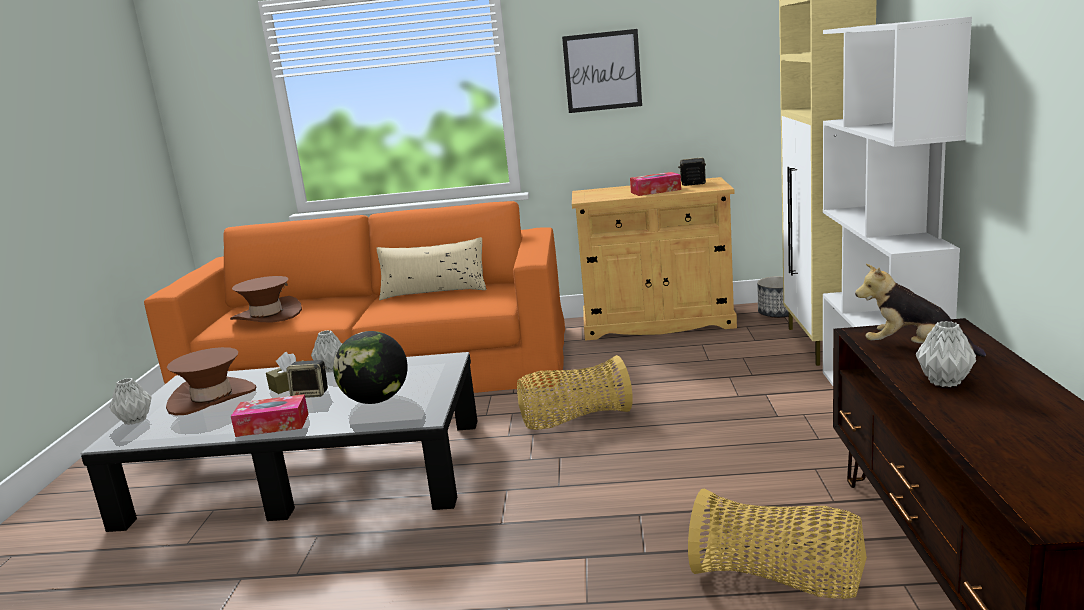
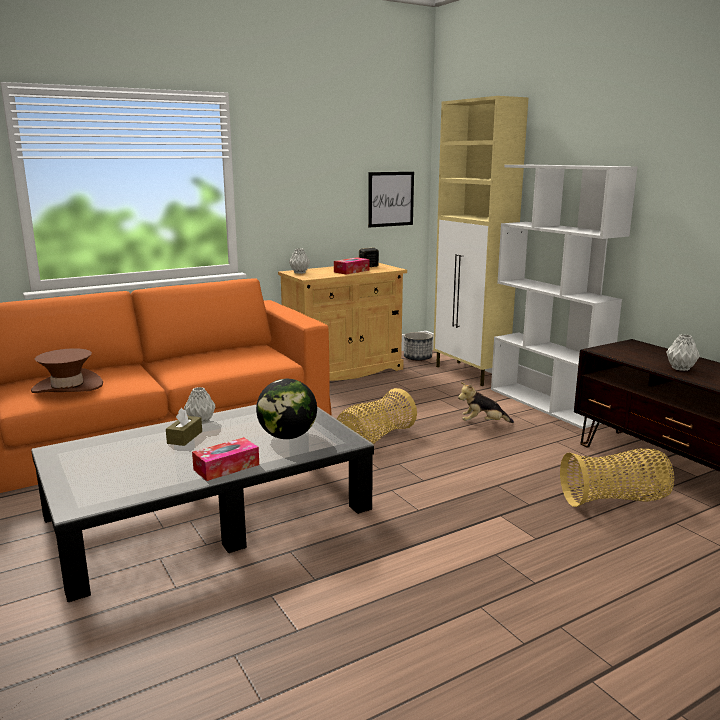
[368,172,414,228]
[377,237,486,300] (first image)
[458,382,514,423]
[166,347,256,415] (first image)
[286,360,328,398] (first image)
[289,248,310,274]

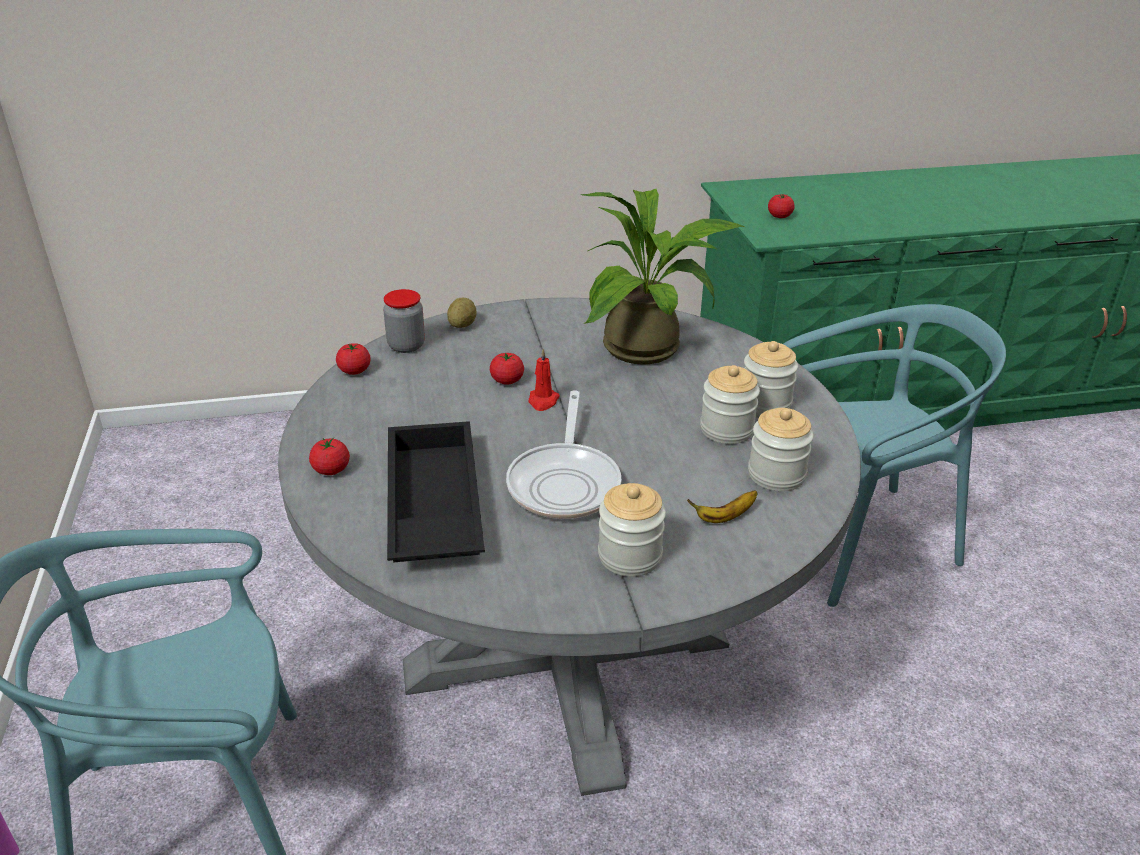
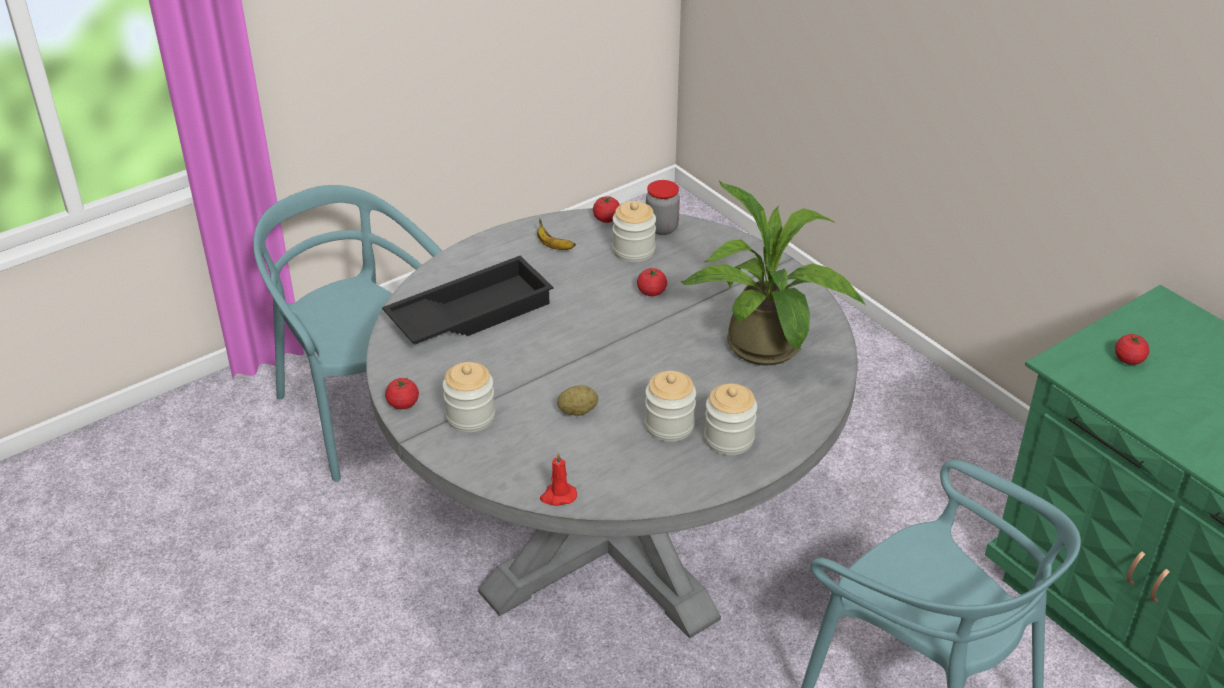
[557,385,598,416]
[540,452,577,506]
[506,390,622,519] (first image)
[613,201,656,262]
[385,378,419,409]
[537,218,576,250]

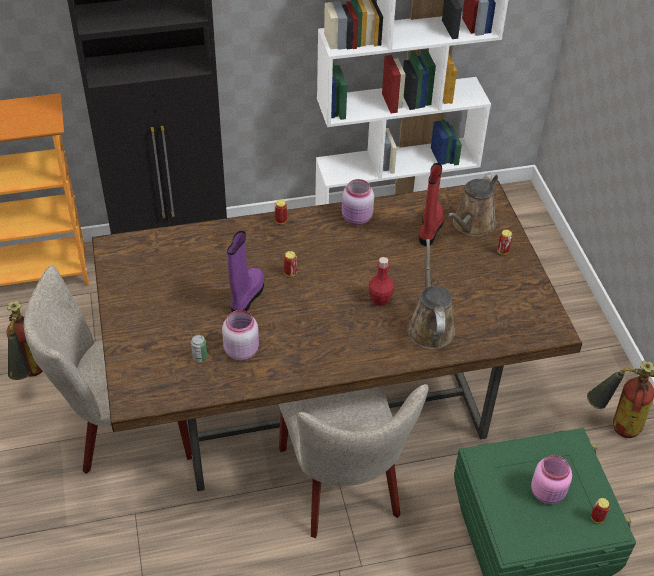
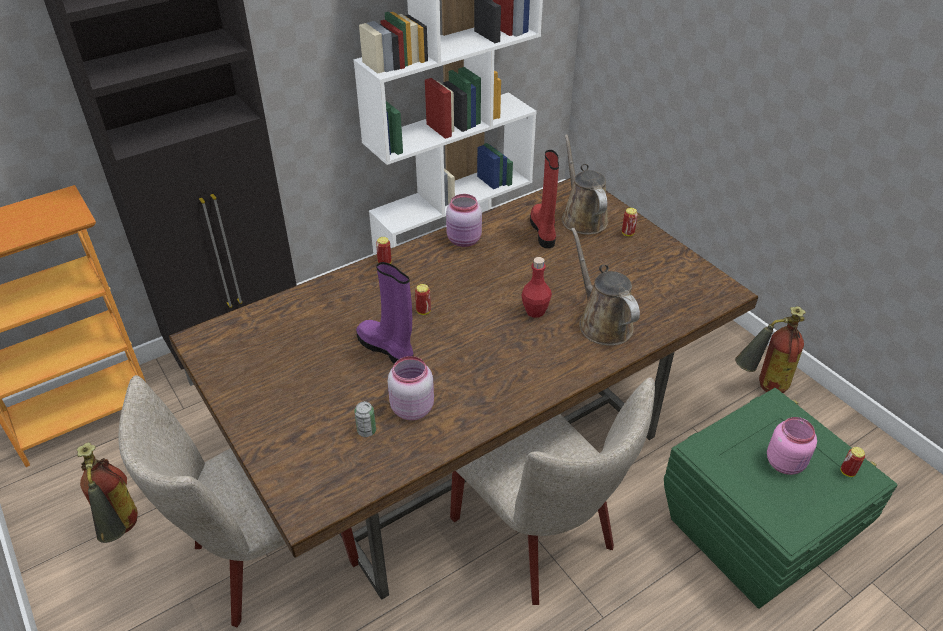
[562,134,609,235]
[356,262,414,364]

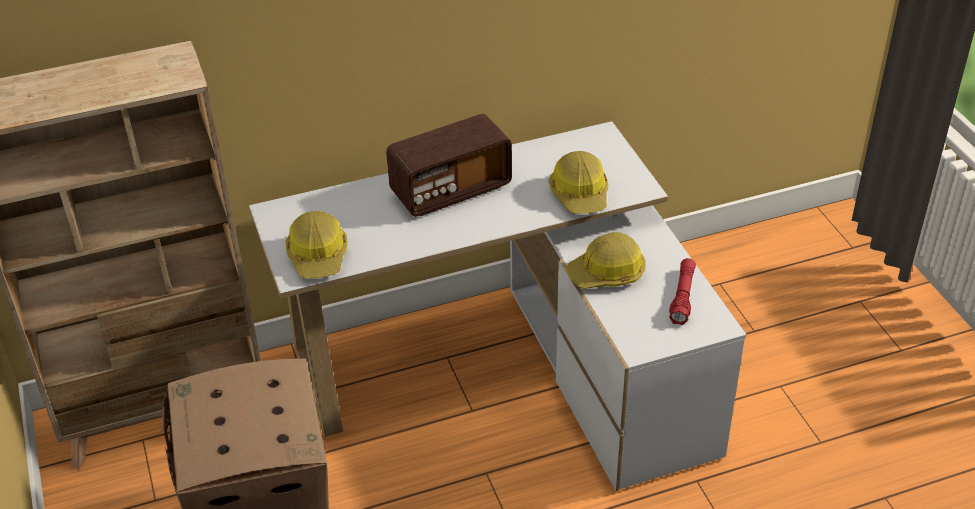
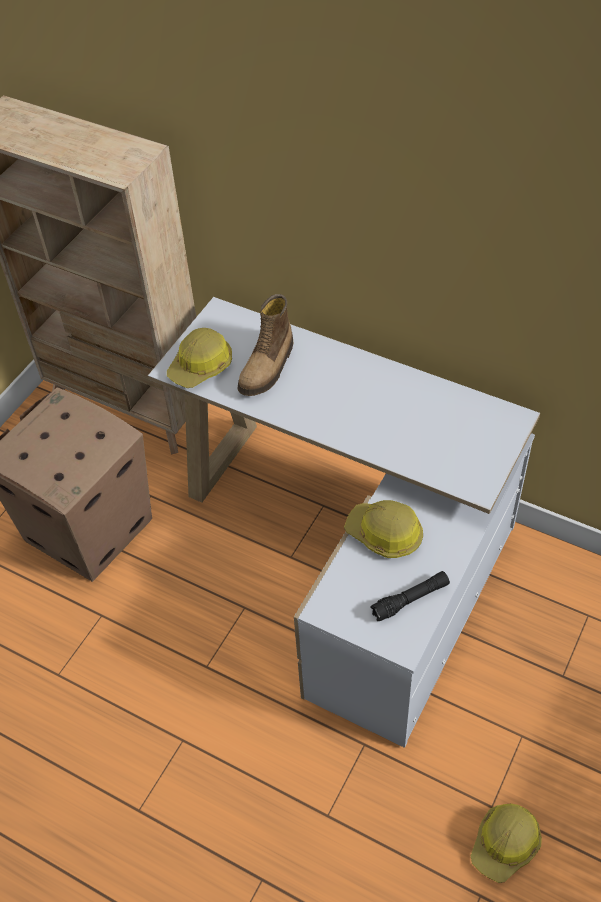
[386,114,512,217] (first image)
[471,804,542,883]
[370,571,450,621]
[238,294,294,396]

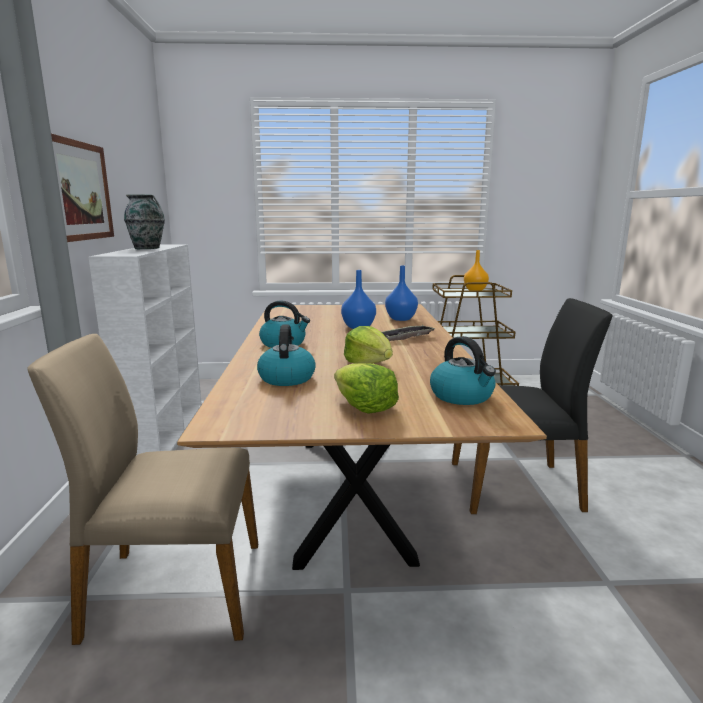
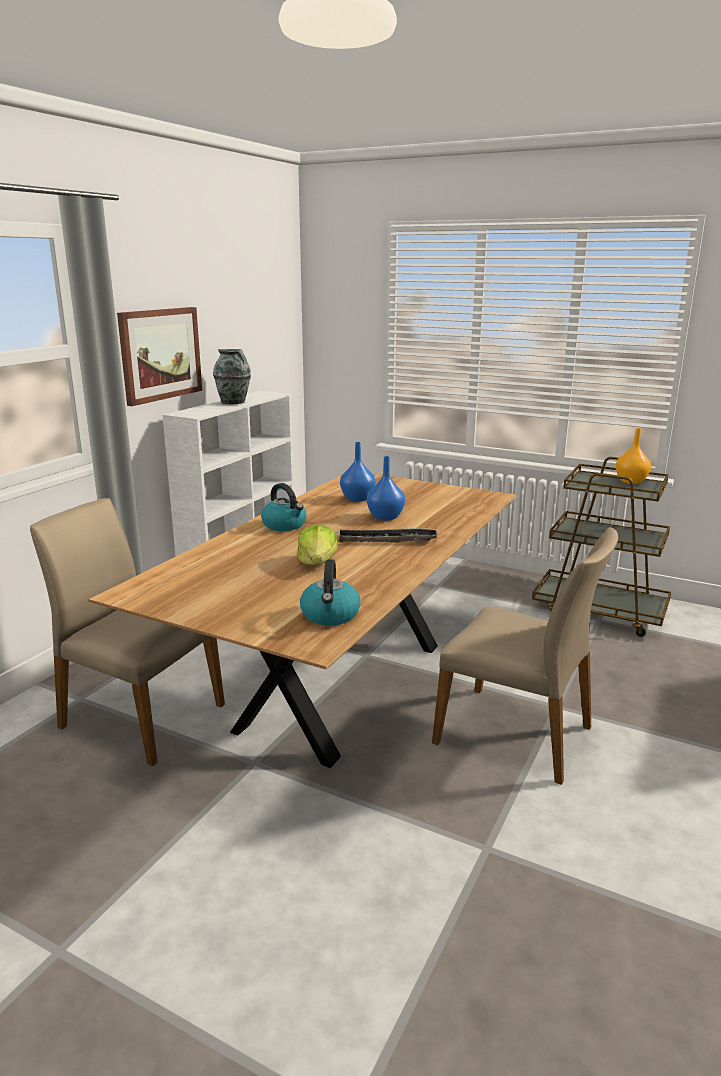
[340,442,376,502]
[432,527,618,785]
[257,324,316,386] (first image)
[334,363,399,414] (first image)

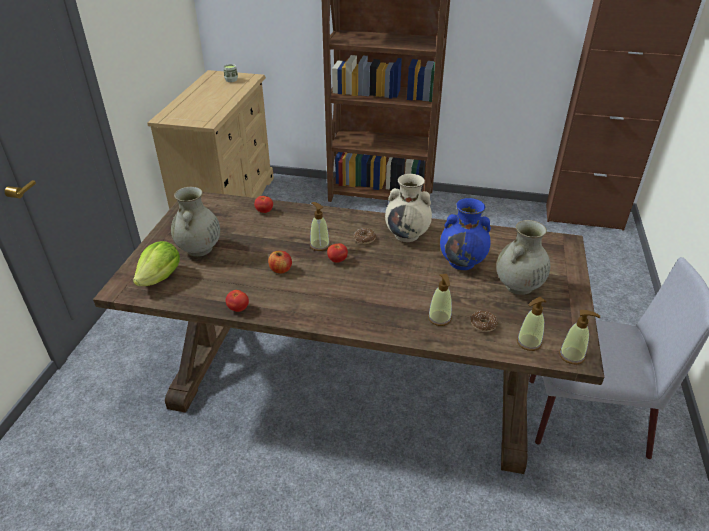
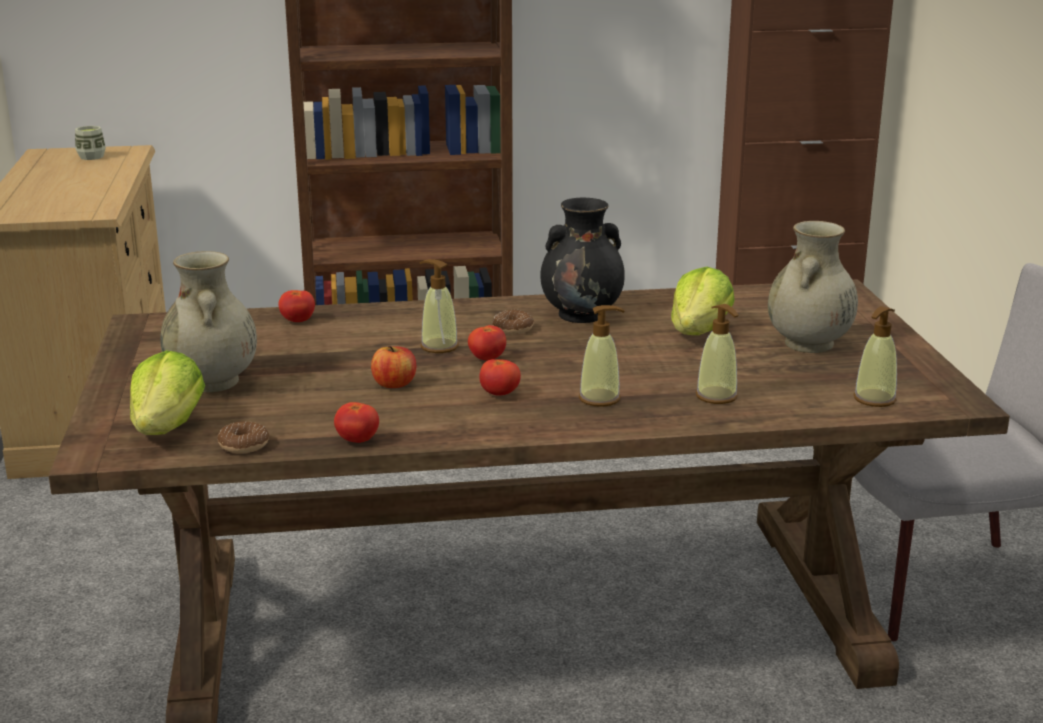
[540,198,625,323]
[671,267,735,335]
[579,305,625,407]
[217,421,269,453]
[479,359,521,396]

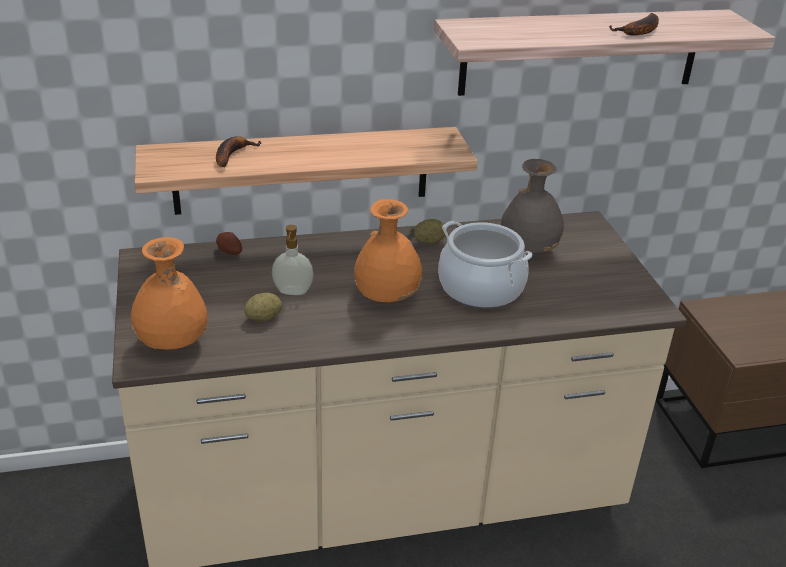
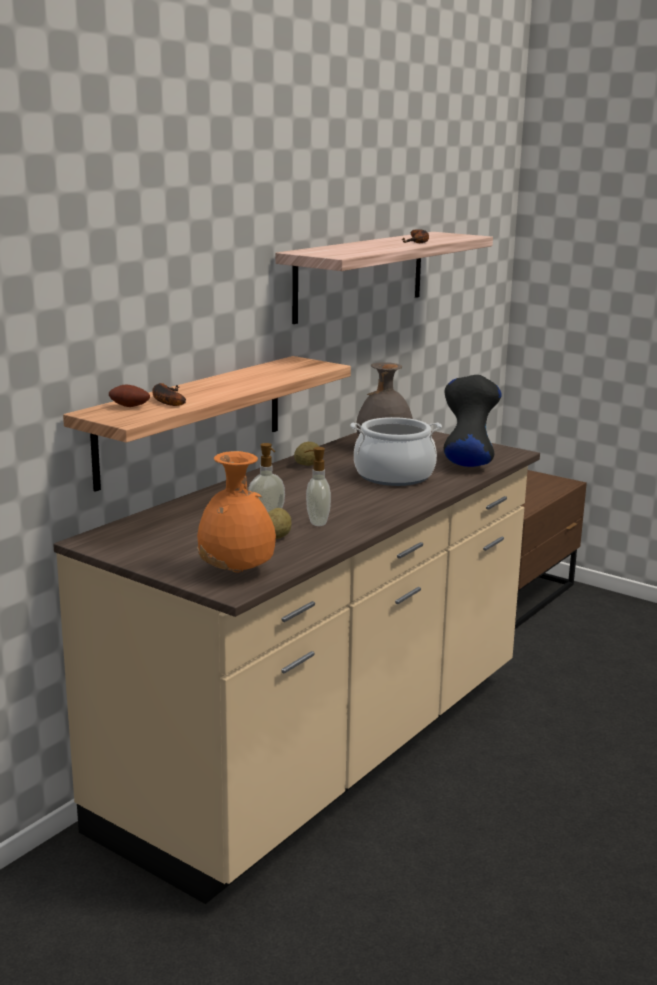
[354,199,422,303] (first image)
[109,385,150,407]
[444,375,502,467]
[304,447,331,526]

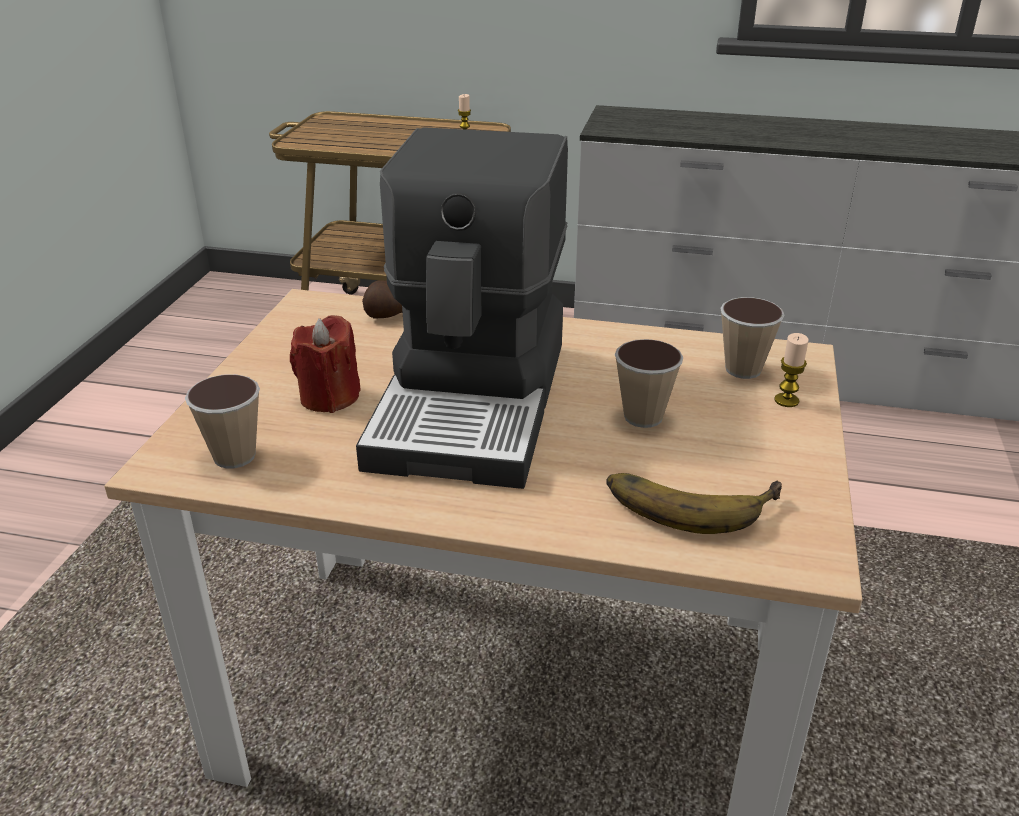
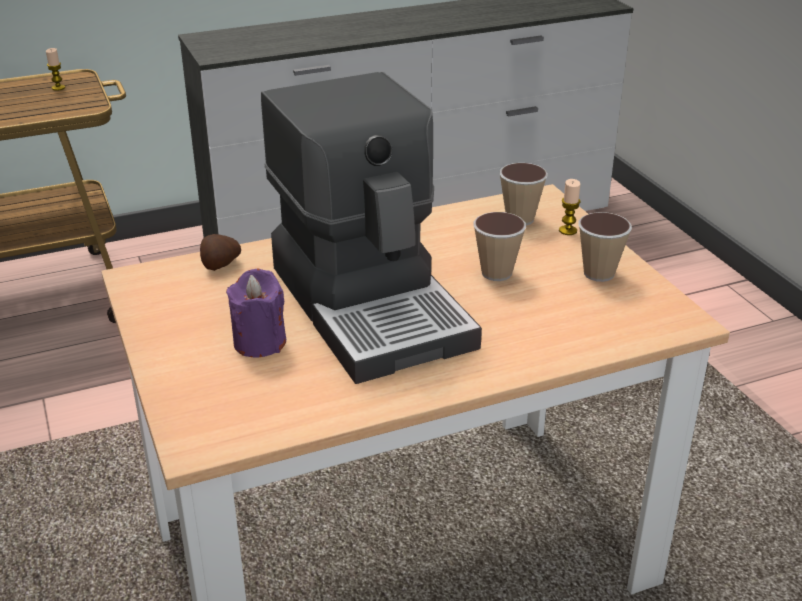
[226,269,286,357]
[578,212,632,282]
[606,473,782,534] (first image)

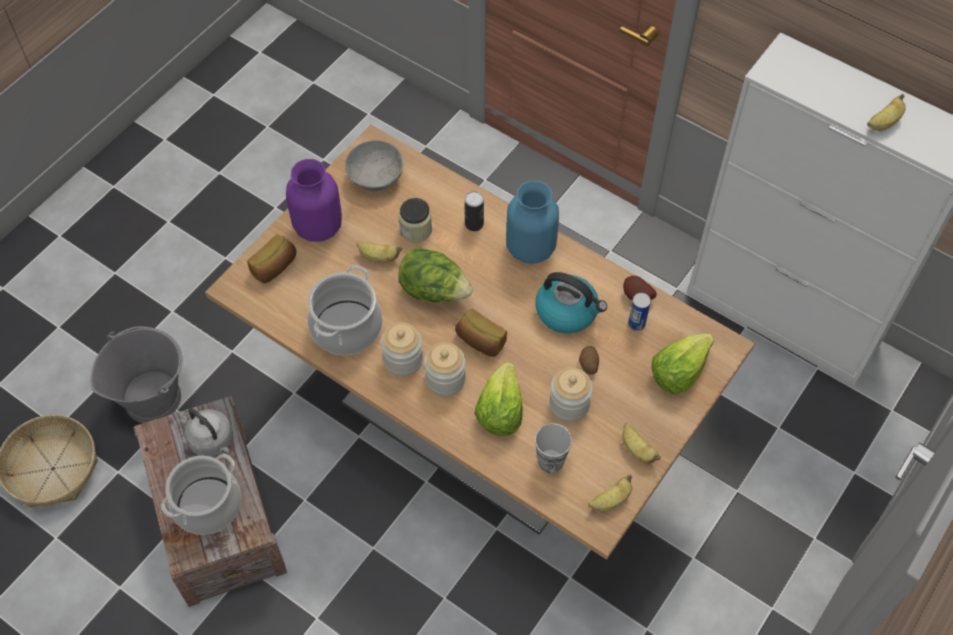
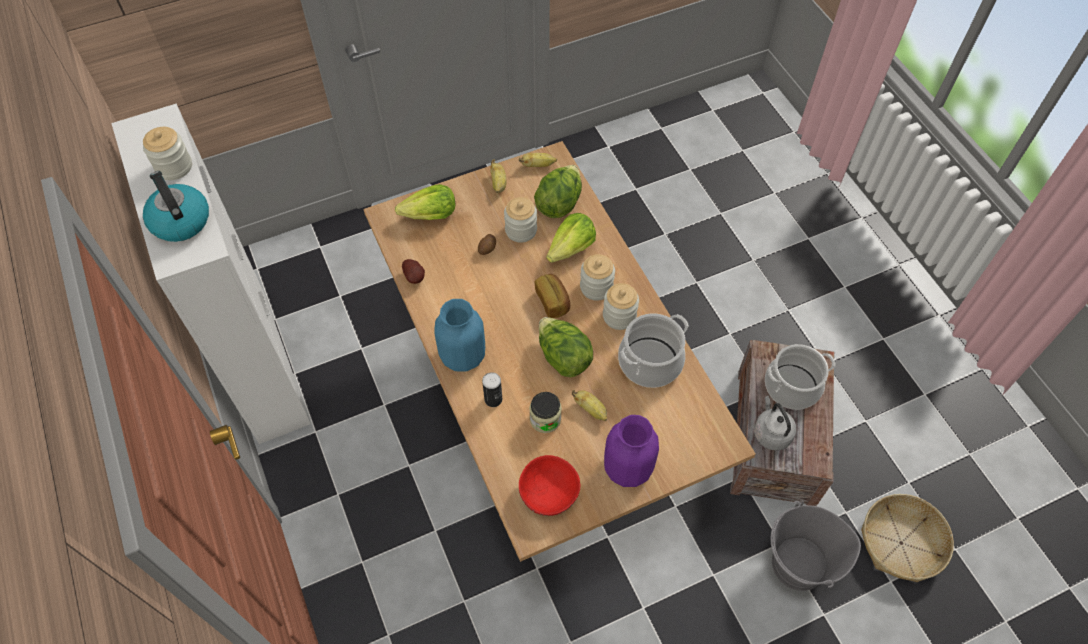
[143,127,192,180]
[519,455,581,516]
[247,234,297,283] (first image)
[143,171,209,242]
[628,293,651,331] (first image)
[534,165,582,218]

